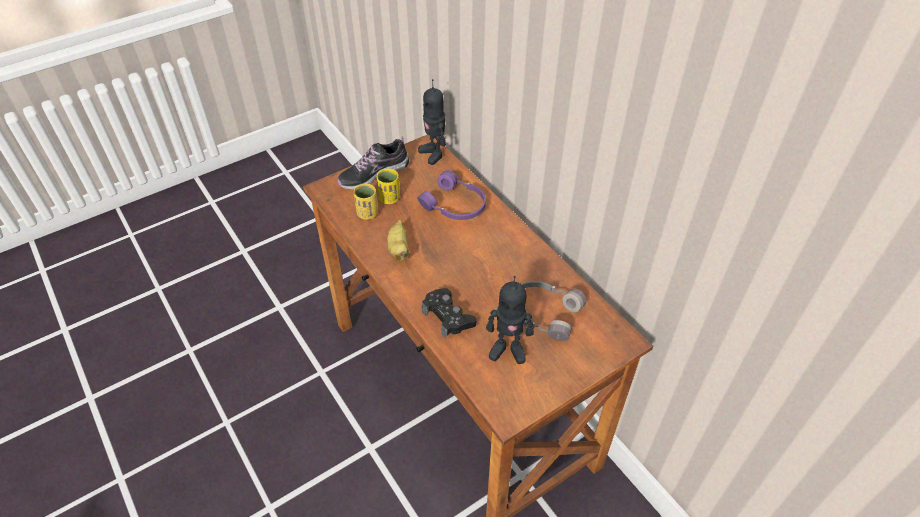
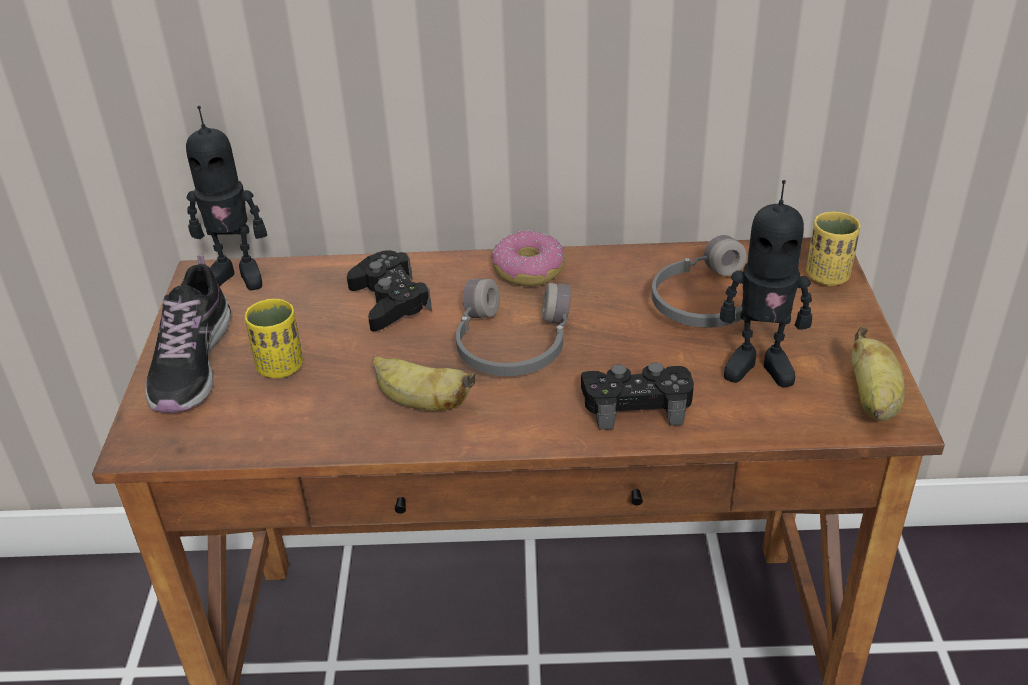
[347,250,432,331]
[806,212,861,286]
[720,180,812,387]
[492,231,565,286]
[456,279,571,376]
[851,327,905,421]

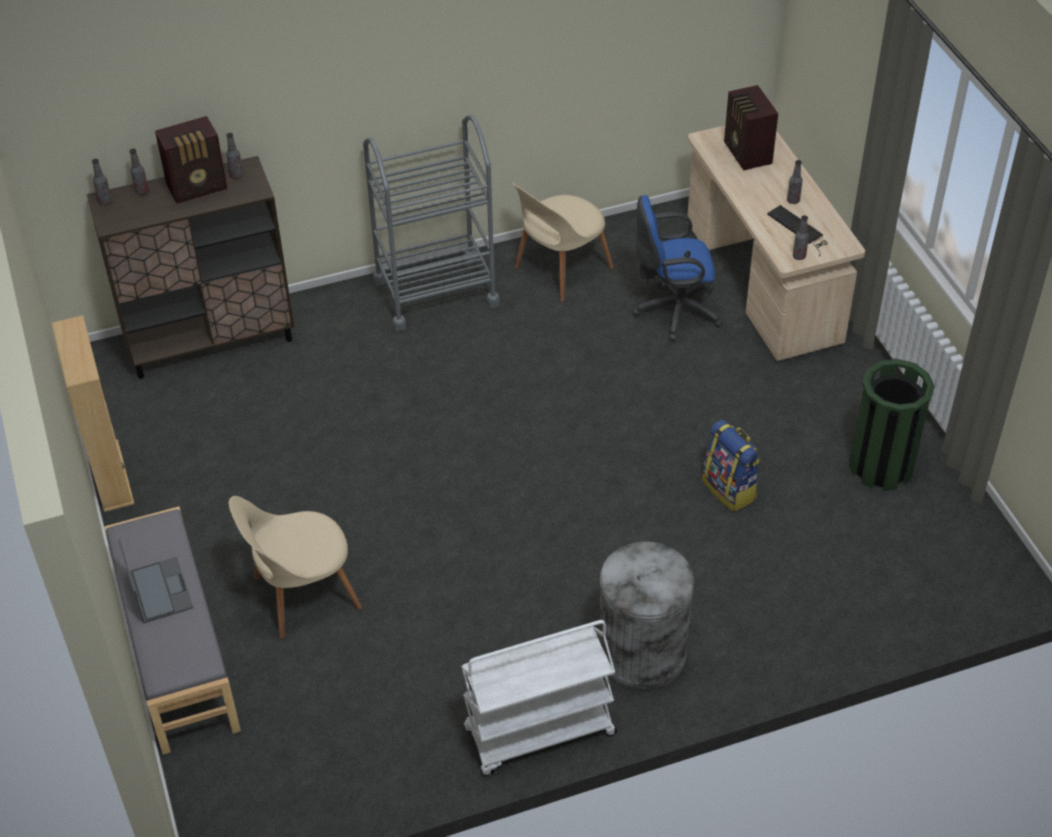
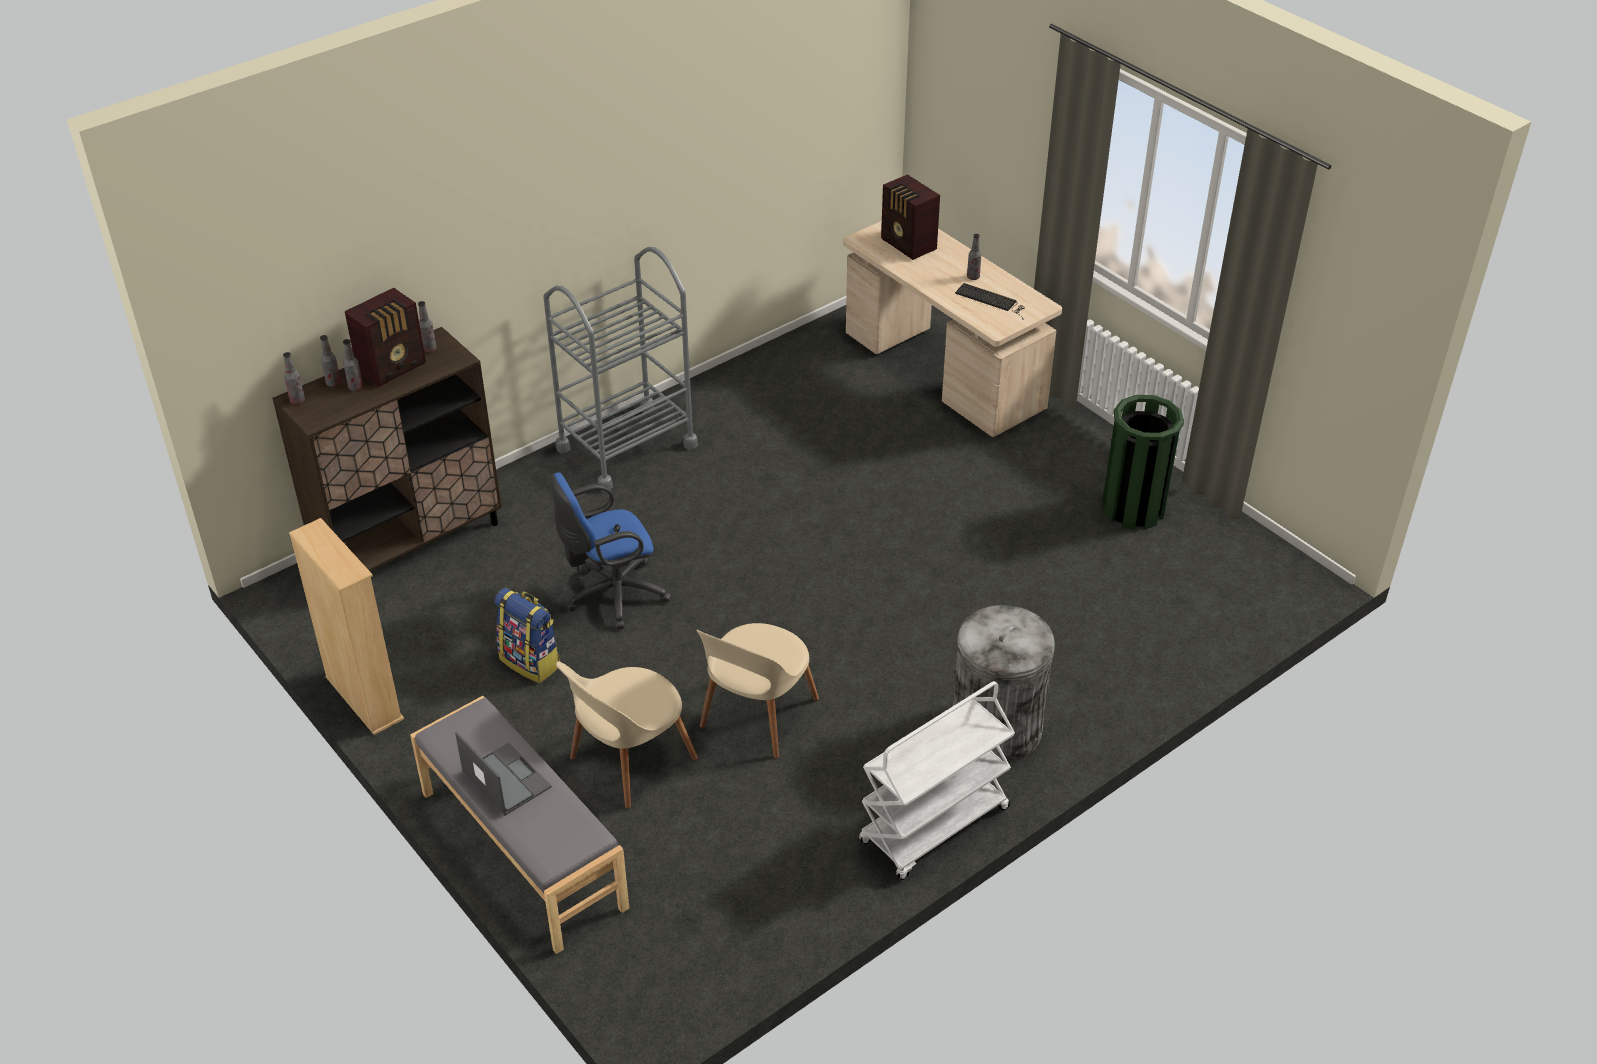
[696,623,819,758]
[550,472,671,629]
[343,339,363,391]
[494,588,560,683]

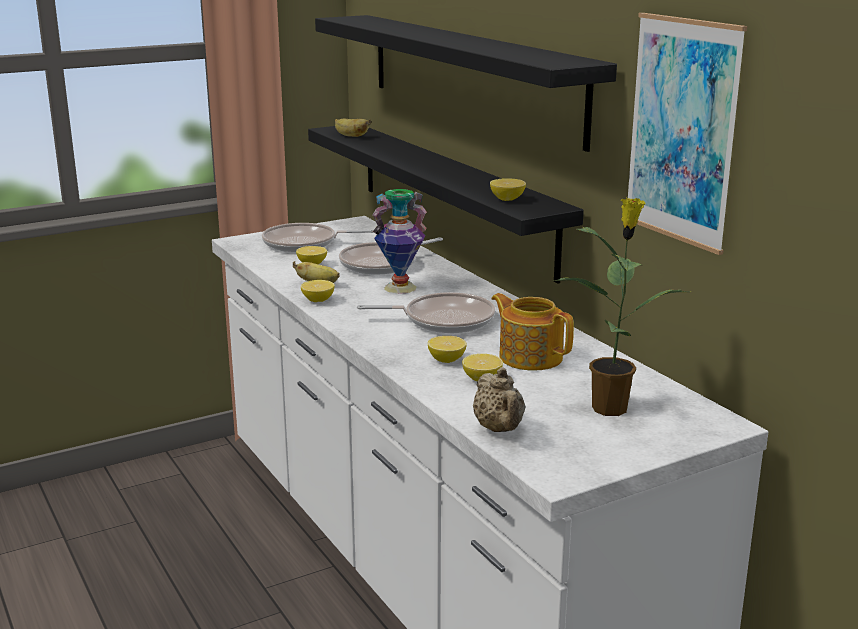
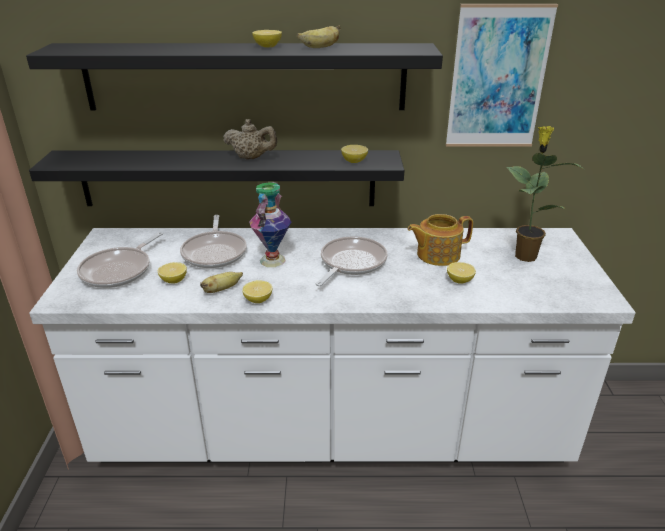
[297,25,340,48]
[252,30,282,48]
[223,119,277,160]

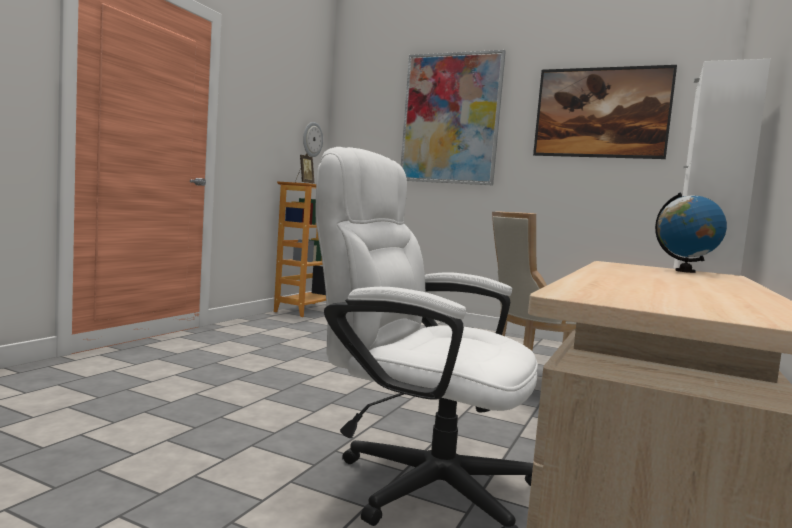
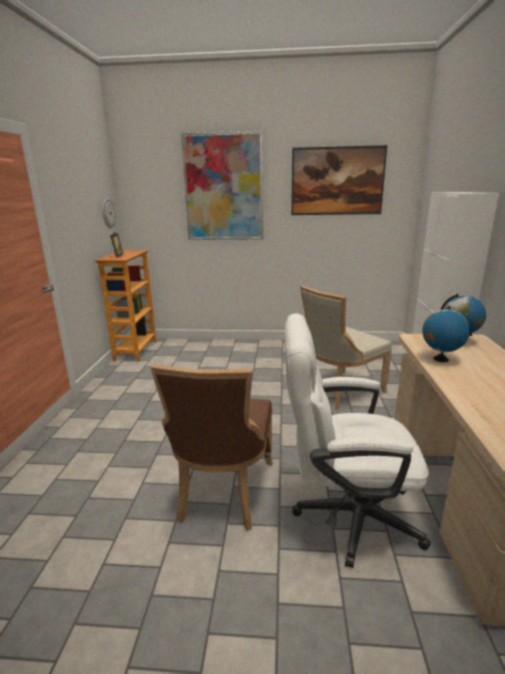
[422,306,470,362]
[151,364,273,531]

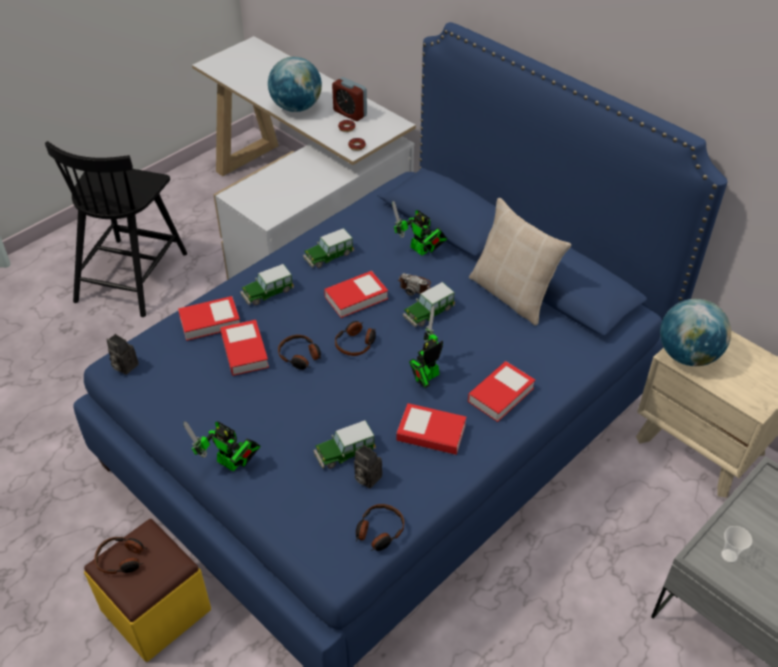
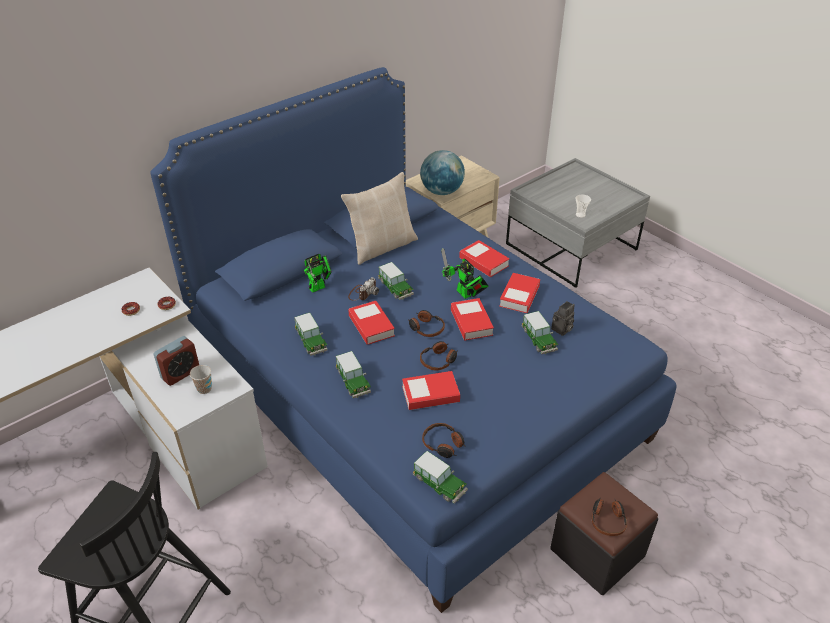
[268,57,322,112] (first image)
[154,336,199,386]
[451,298,494,340]
[413,451,468,503]
[183,421,261,471] (first image)
[422,423,466,458]
[550,472,658,595]
[190,365,212,394]

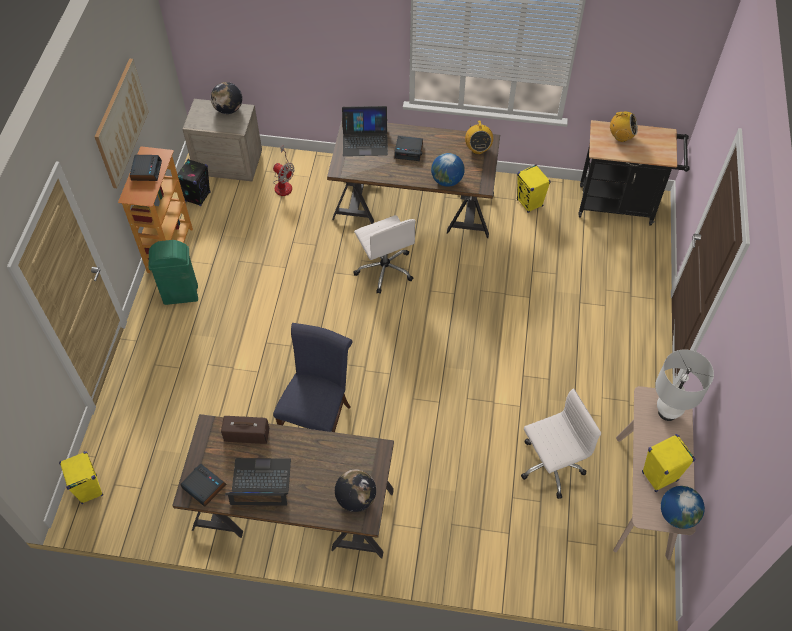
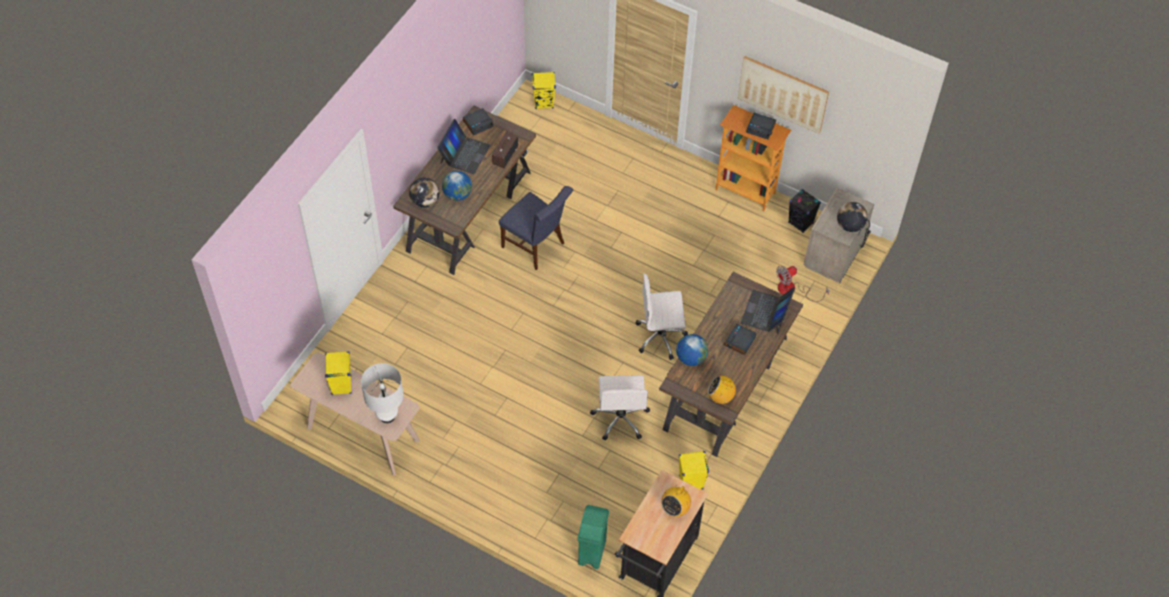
[577,505,609,569]
[590,375,650,440]
[442,171,472,201]

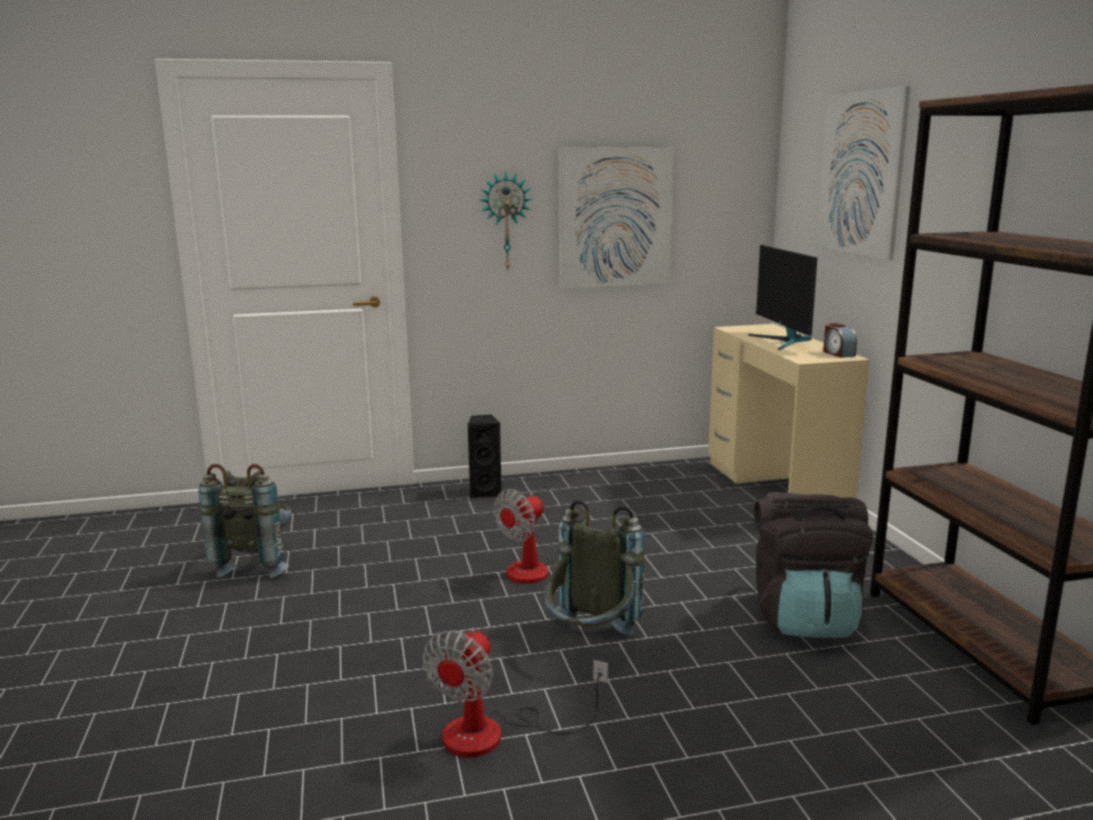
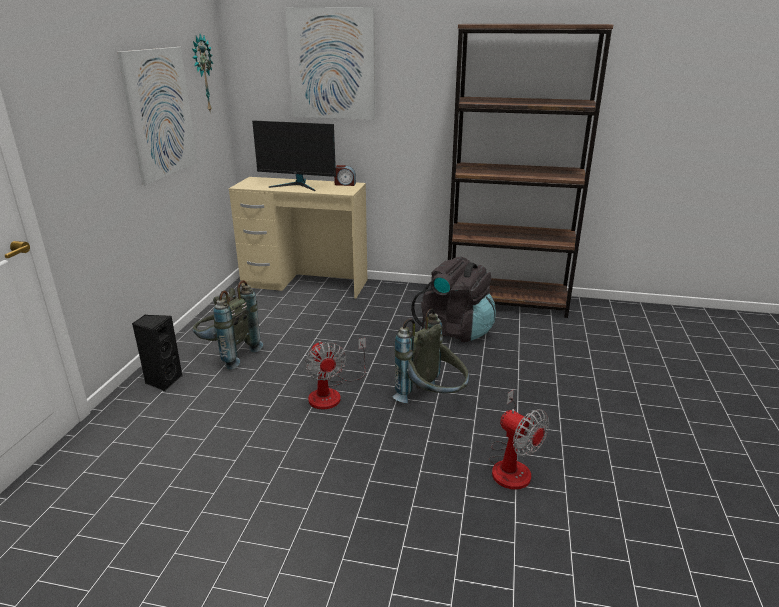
[192,34,213,111]
[193,280,263,370]

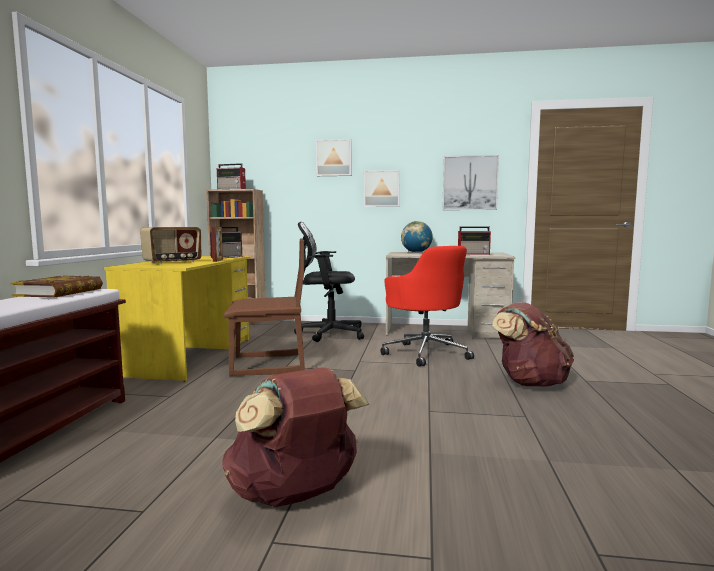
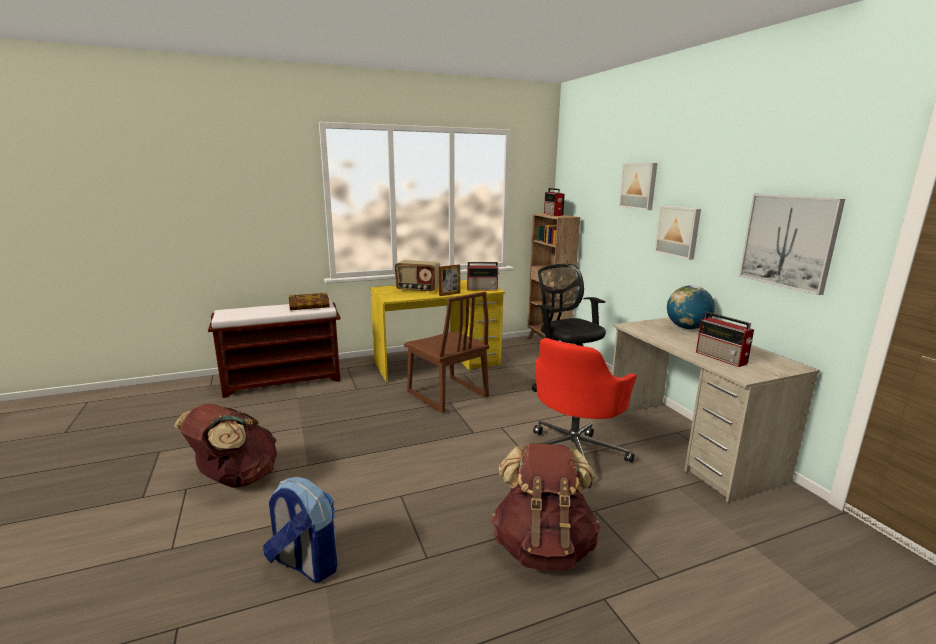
[263,477,337,583]

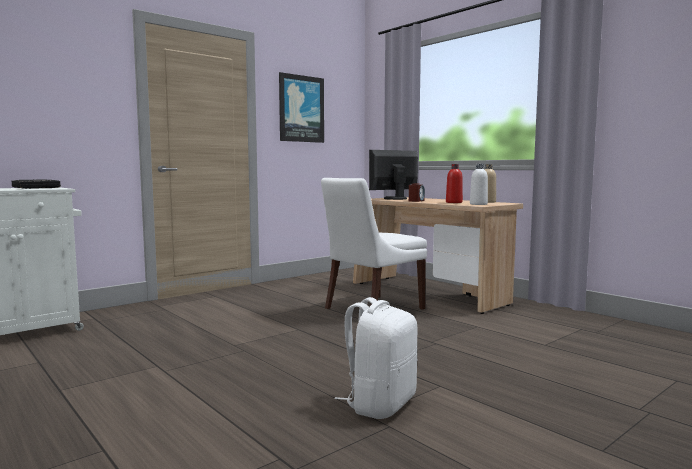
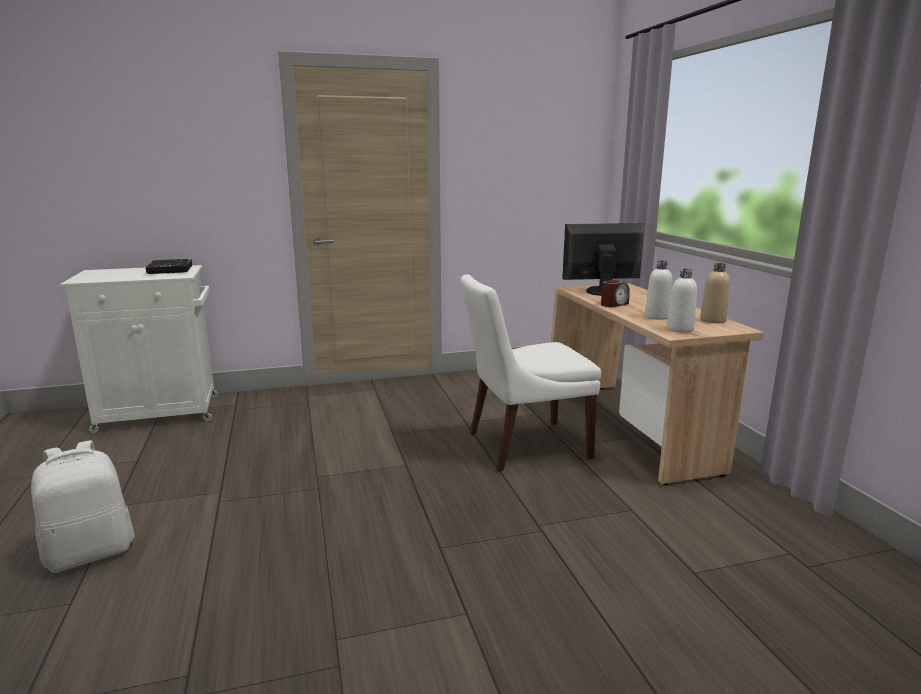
[279,72,324,143] (first image)
[645,261,672,320]
[31,440,135,573]

